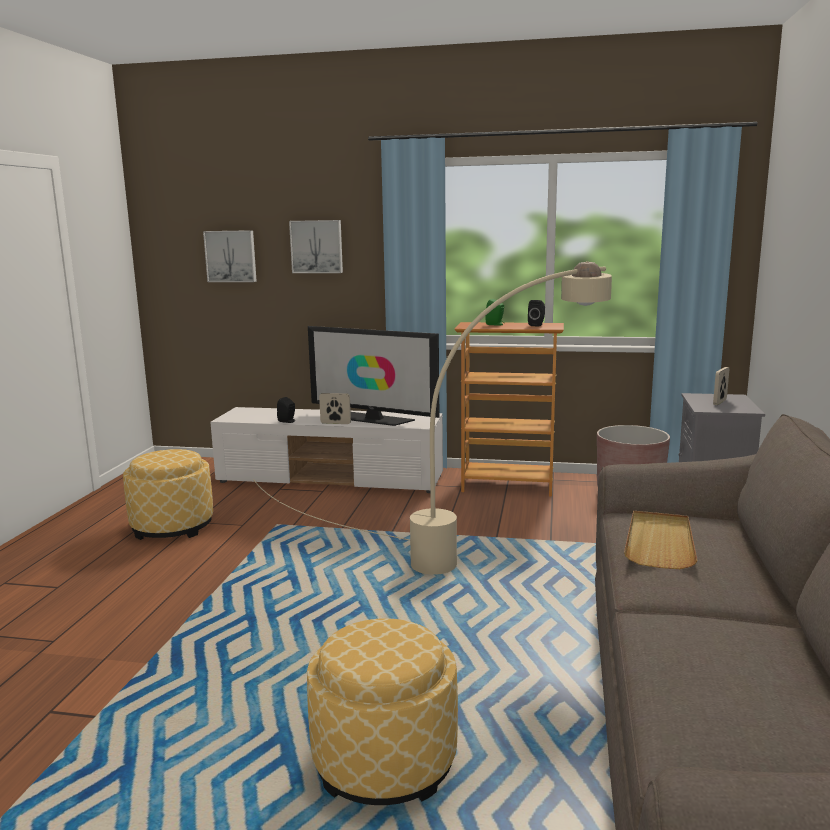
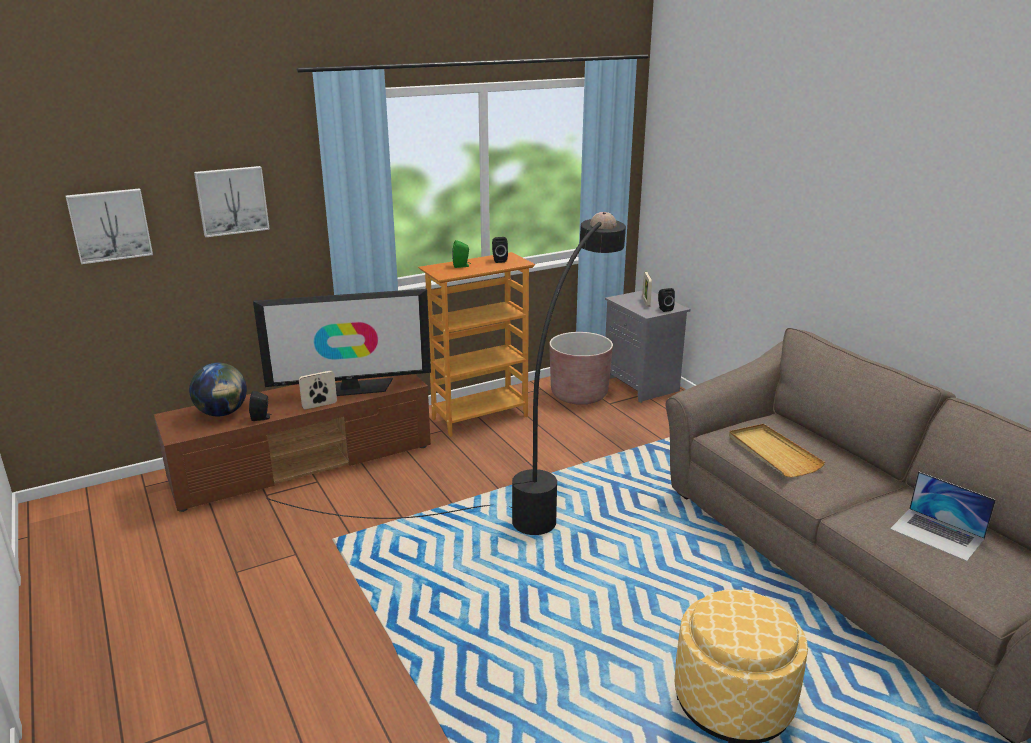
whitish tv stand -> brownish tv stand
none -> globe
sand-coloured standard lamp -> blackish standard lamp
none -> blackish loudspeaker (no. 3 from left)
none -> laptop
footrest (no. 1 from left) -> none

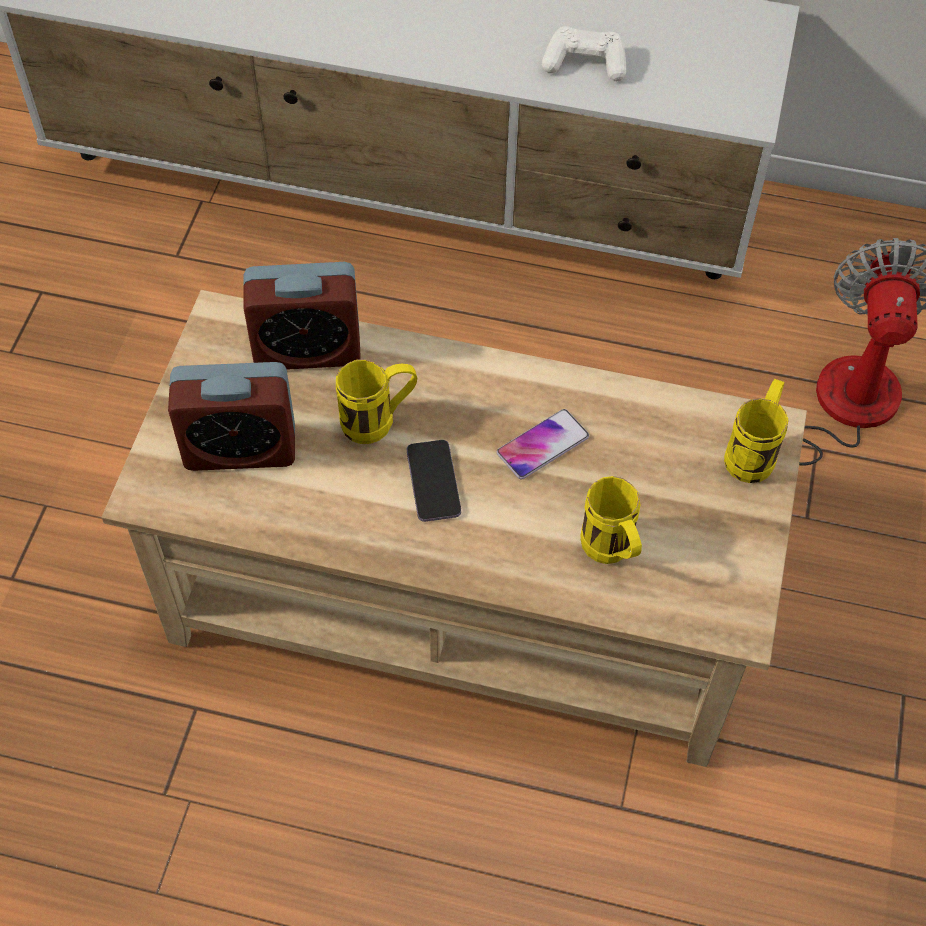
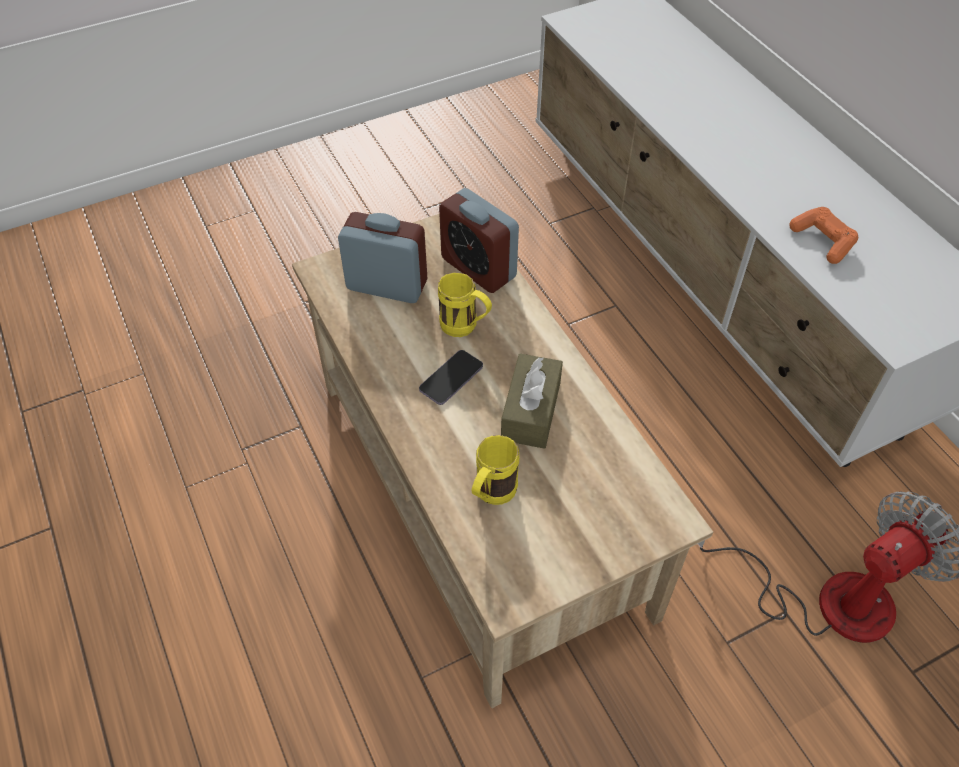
table clock (no. 1 from left), 150 degrees clockwise
telephone (no. 2 from left) -> brownish box of tissues
whitish game controller -> orange game controller
yellow-coloured coffee mug (no. 3 from left) -> none

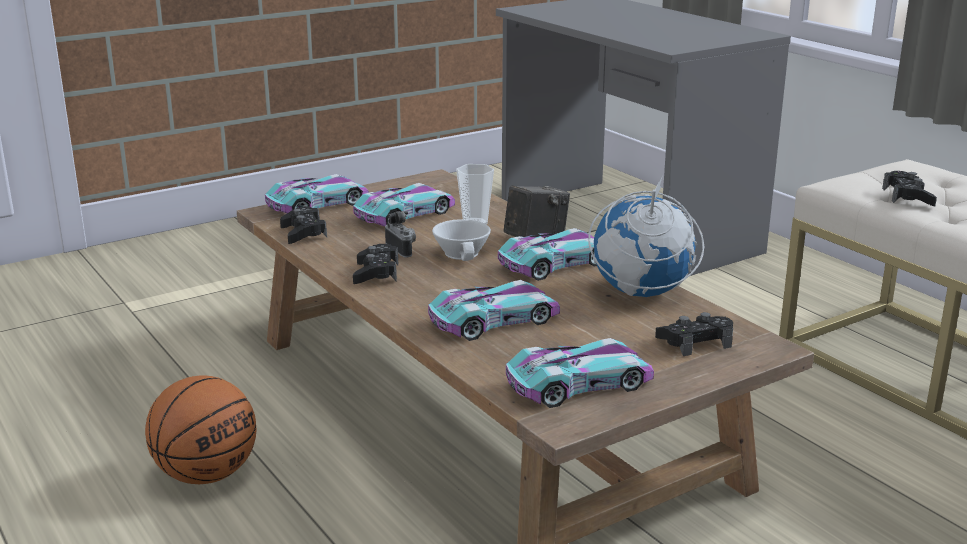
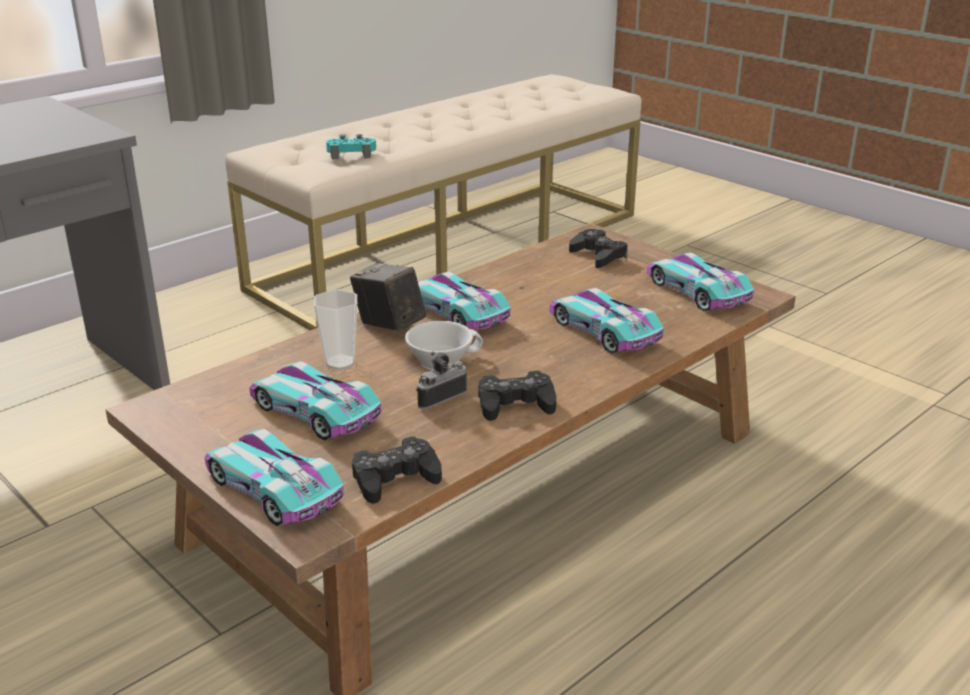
blackish game controller (no. 4 from left) -> blue-green game controller
ball for basketball -> none
globe -> none

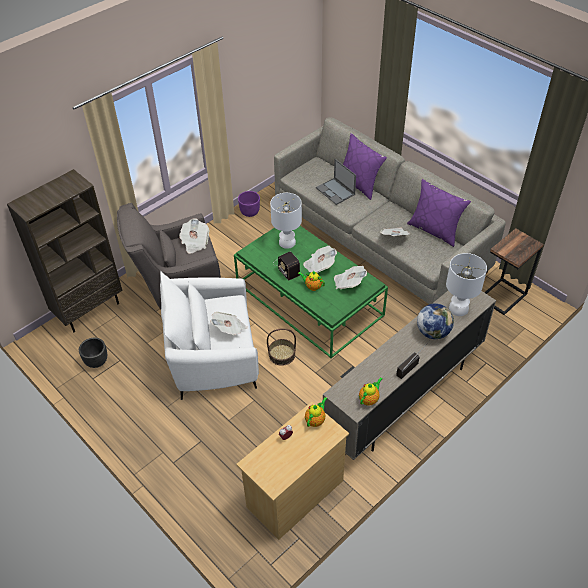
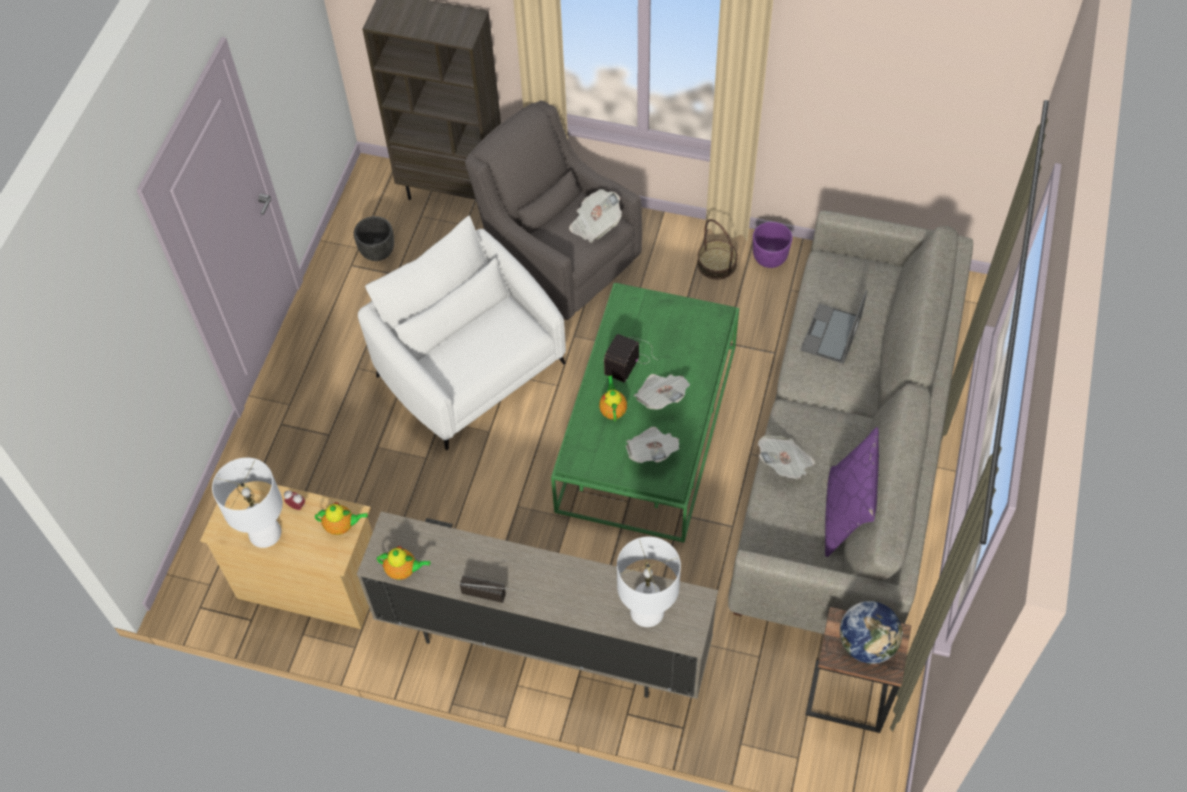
whitish tabletop lamp (no. 1 from left), shifted
storage basket, shifted
globe, shifted
printed paper (no. 2 from left) -> none
purple cushion (no. 1 from left) -> none

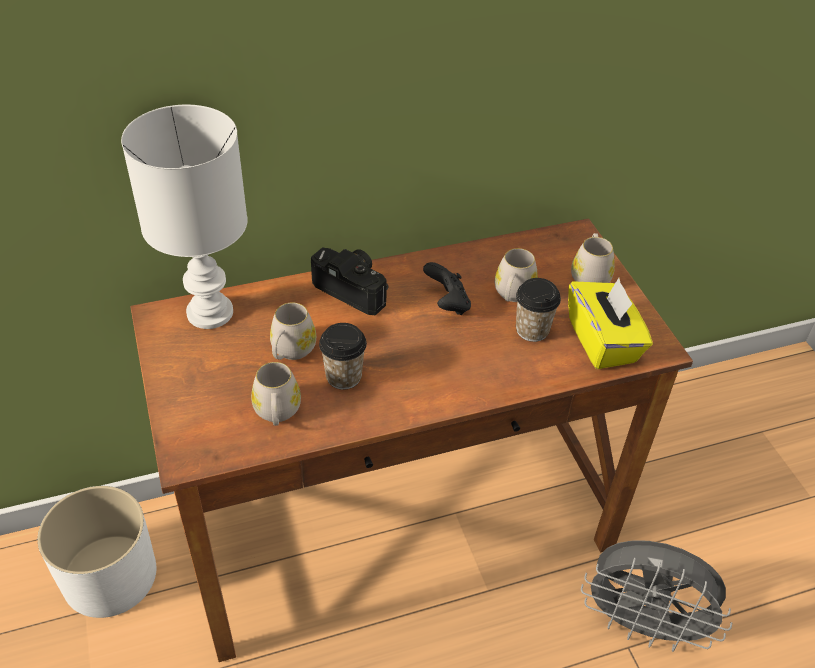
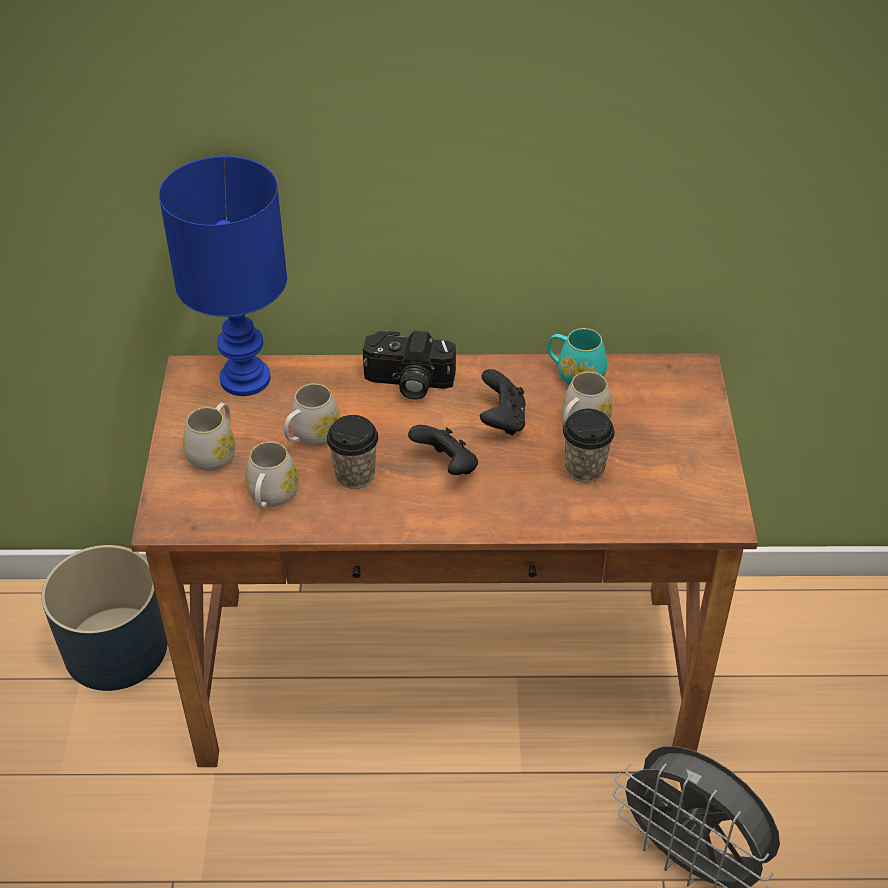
whitish flower pot -> blue flower pot
whitish tabletop lamp -> blue tabletop lamp
whitish coffee mug (no. 4 from left in the first image) -> whitish coffee mug (no. 1 from left), shifted
still camera, 135 degrees clockwise
none -> blackish game controller (no. 1 from left)
none -> blue-green coffee mug
yellow-coloured box of tissues -> none

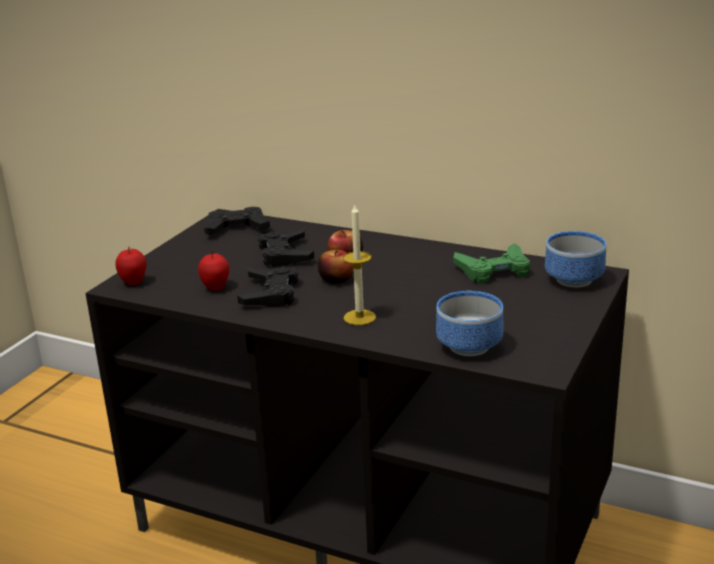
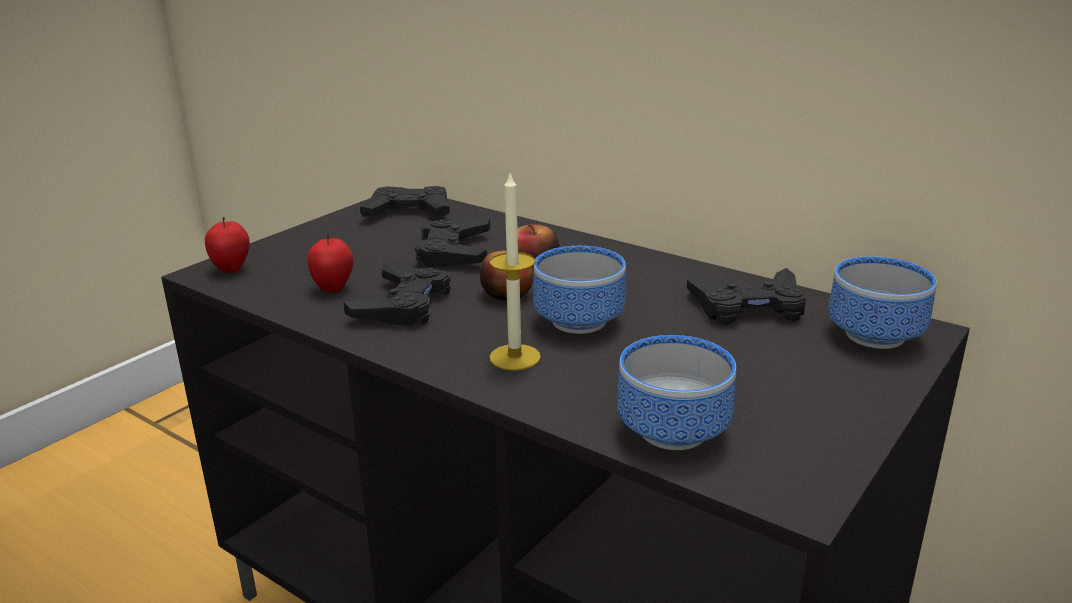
none -> deep dish (no. 1 from left)
green-coloured game controller -> blackish game controller (no. 4 from left)

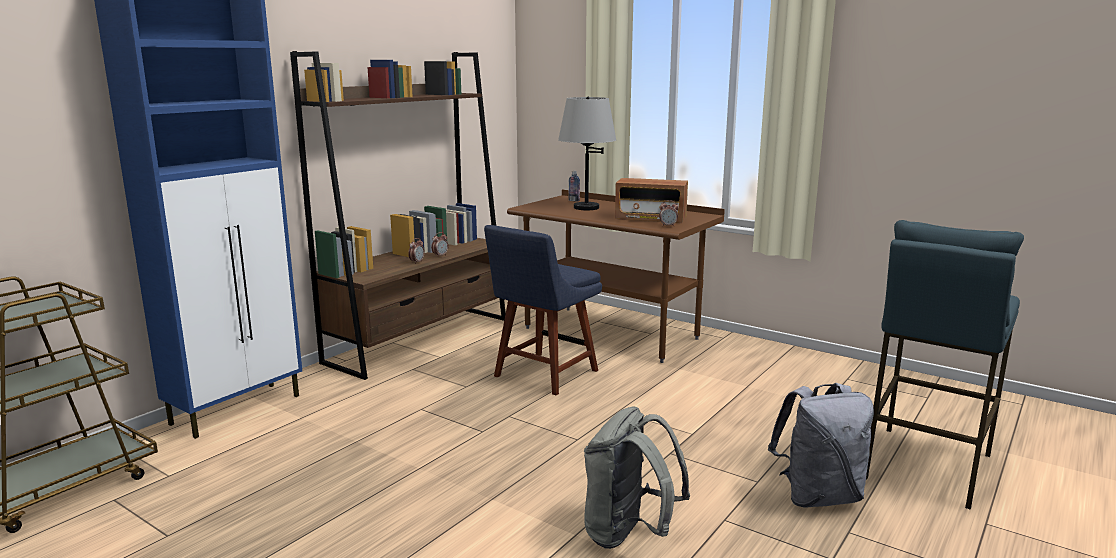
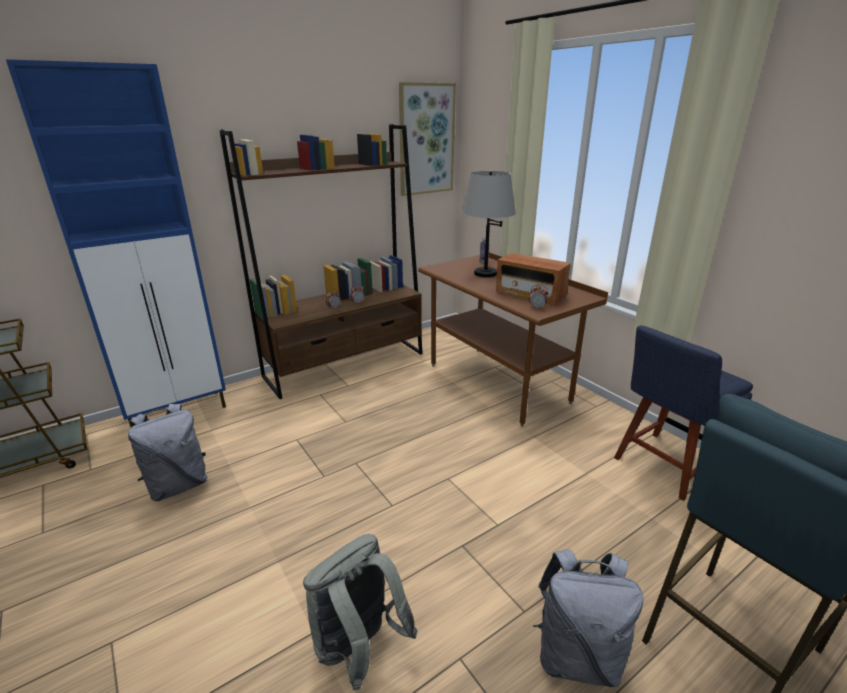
none -> greyish rucksack (no. 1 from left)
none -> picture
blue upright chair, shifted

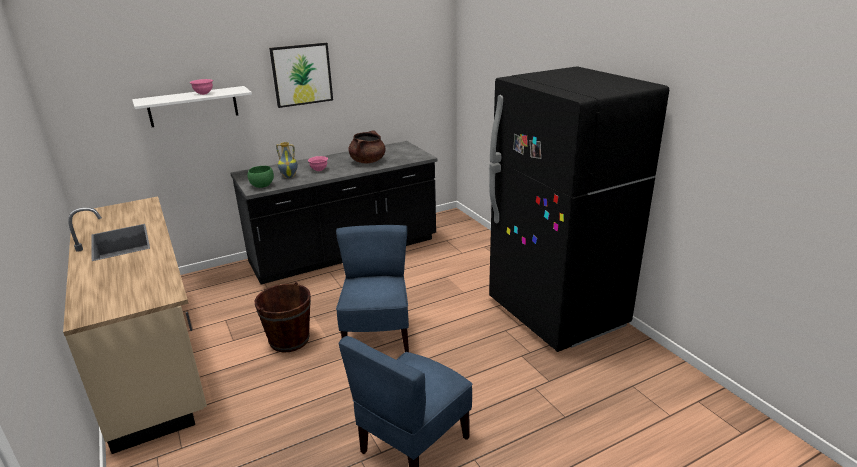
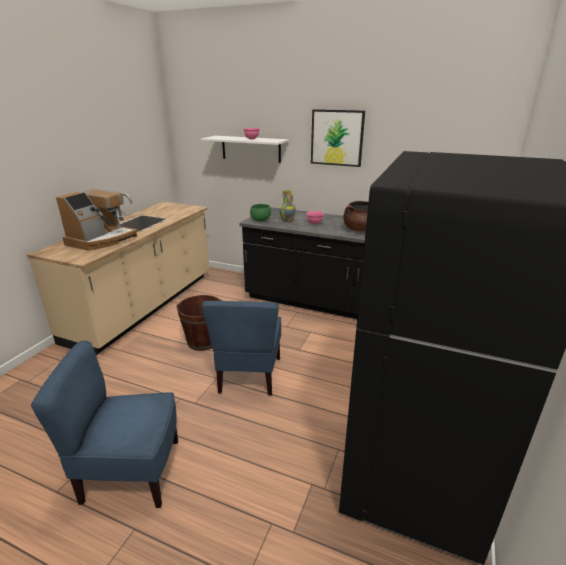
none -> coffee brewer
blue upright chair (no. 1 from left in the first image) -> blue upright chair (no. 2 from left), 135 degrees clockwise

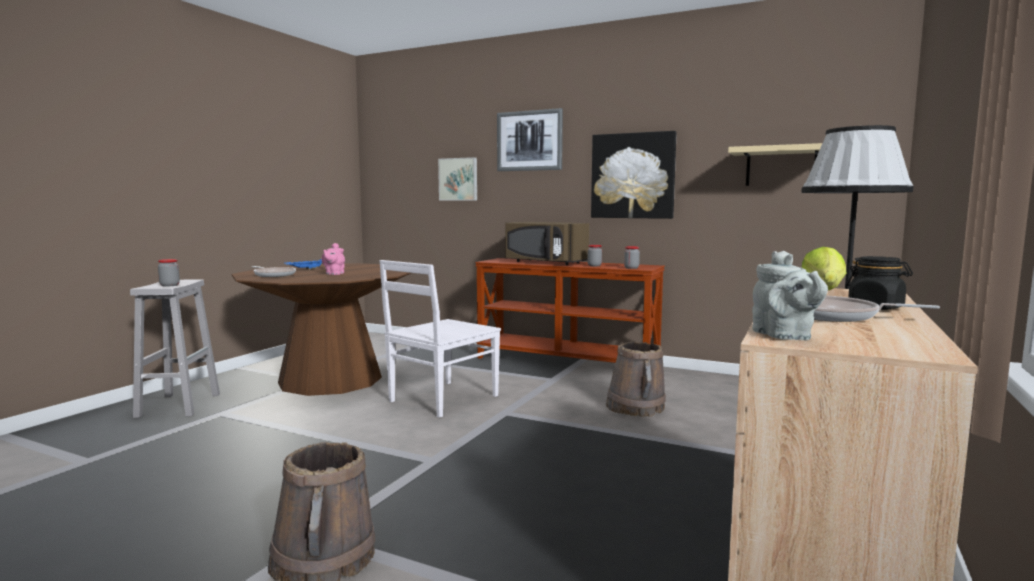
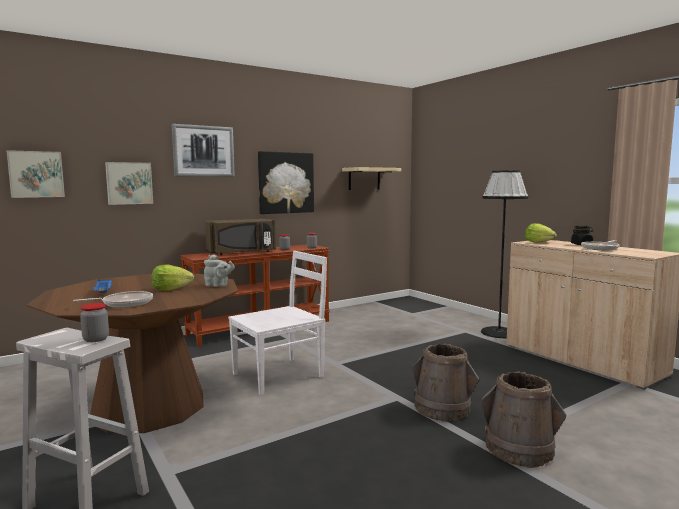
none -> picture (no. 1 from left)
pink pot for tea -> head of lettuce (no. 1 from left)
greyish pot for tea, shifted
whitish upright chair, 105 degrees counterclockwise
brownish pail (no. 2 from left in the first image) -> brownish pail (no. 1 from left), shifted

